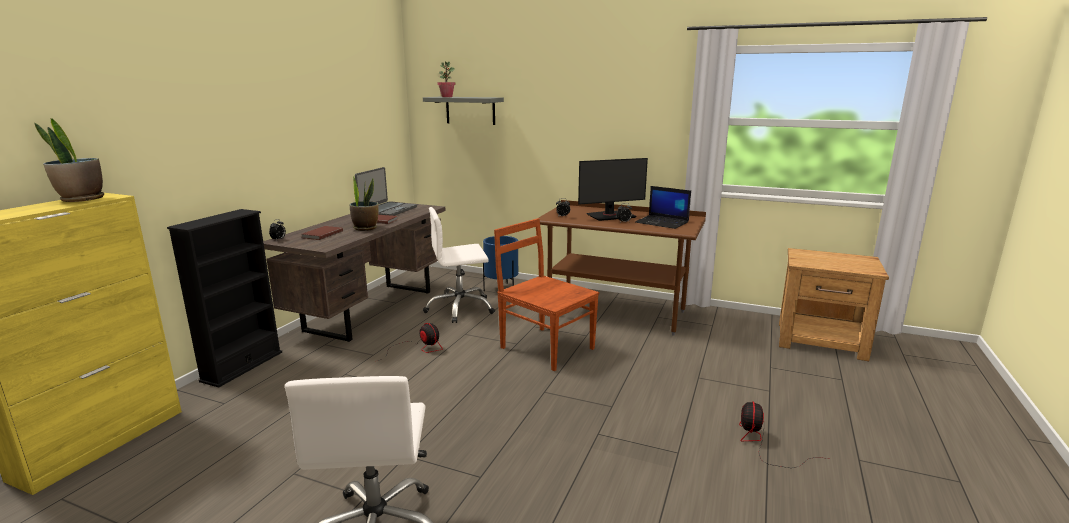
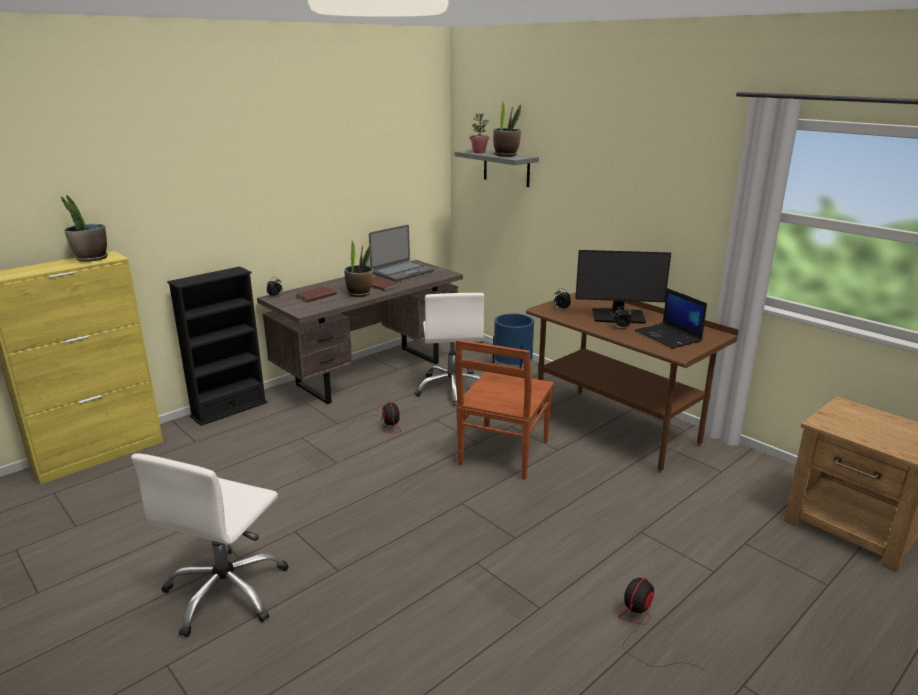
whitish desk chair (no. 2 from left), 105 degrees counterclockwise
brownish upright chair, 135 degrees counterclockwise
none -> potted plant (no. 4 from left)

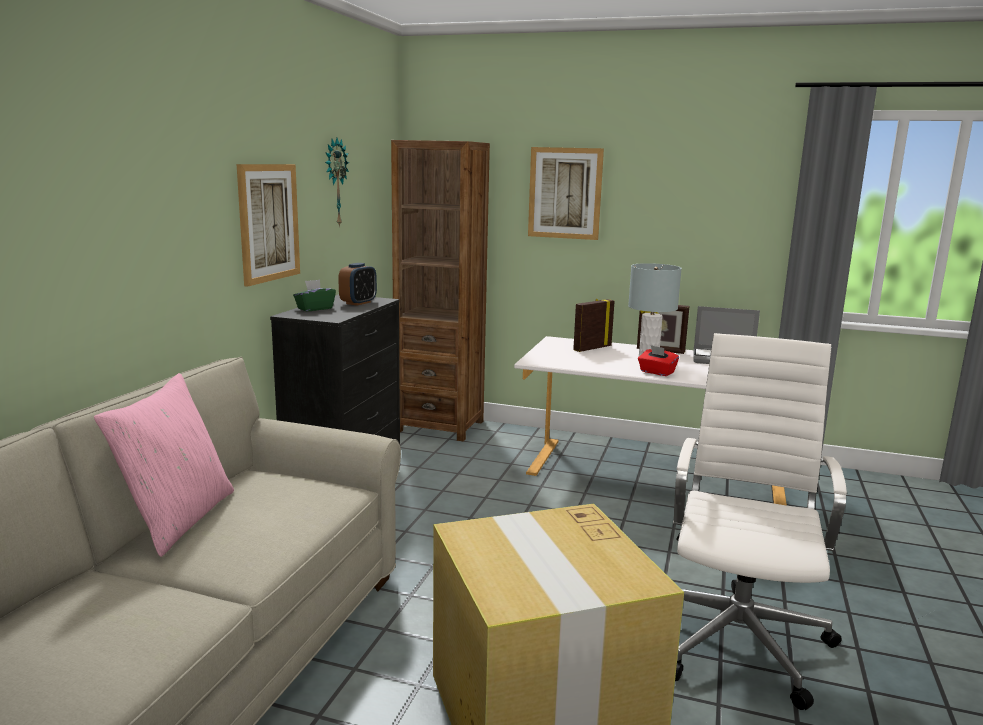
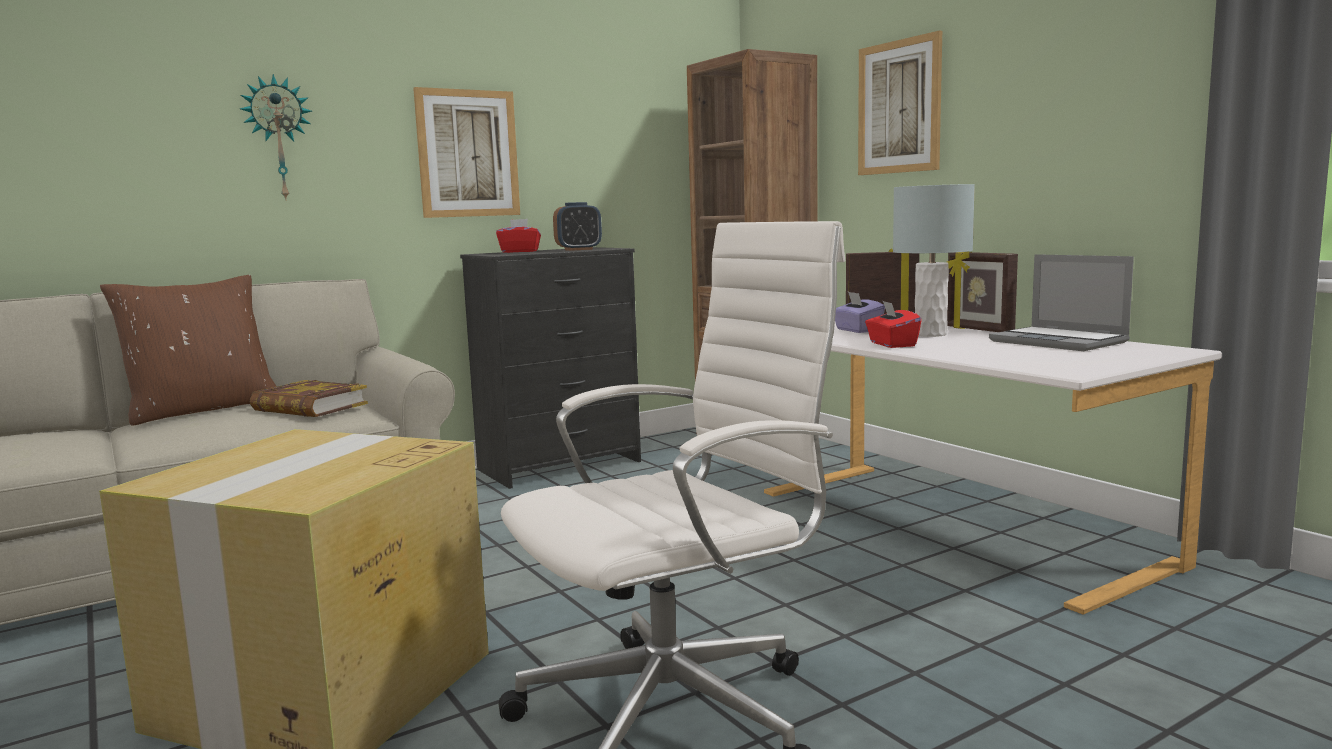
pink cushion -> brownish cushion
clock on the wall, shifted
none -> bound book
green-coloured box of tissues -> red-coloured box of tissues (no. 1 from left)
none -> purple box of tissues

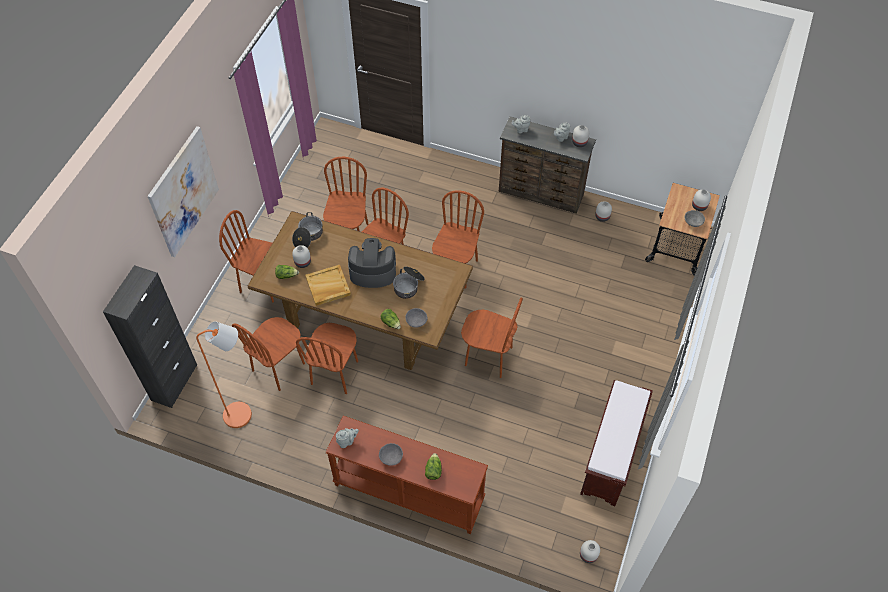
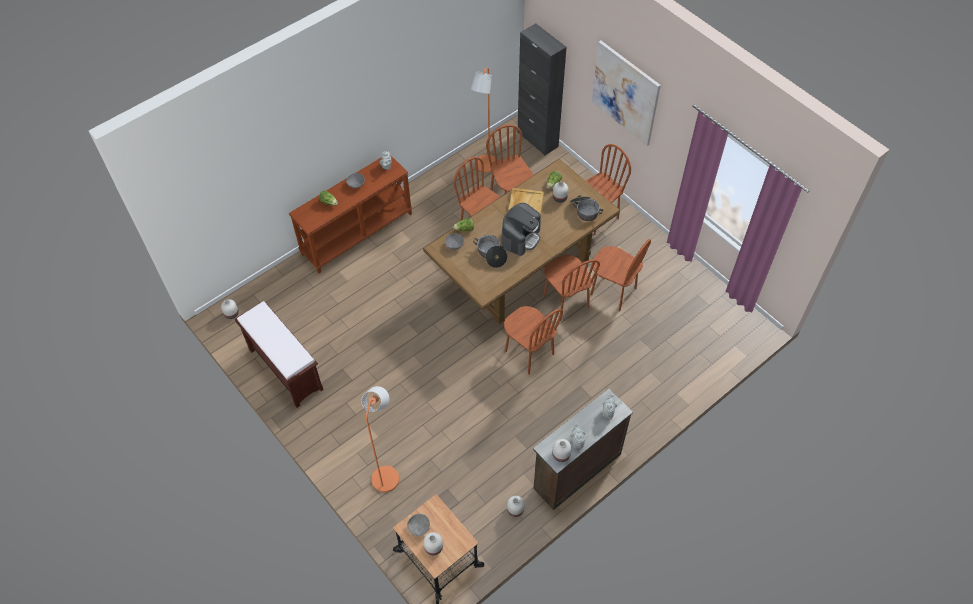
none -> orange standard lamp (no. 1 from left)
brownish upright chair (no. 7 from left) -> none

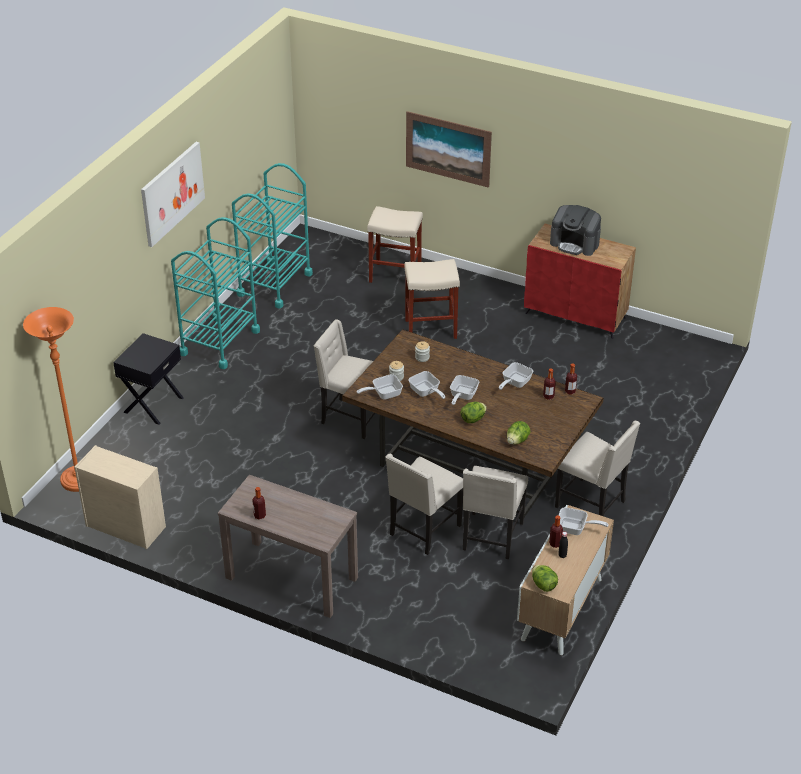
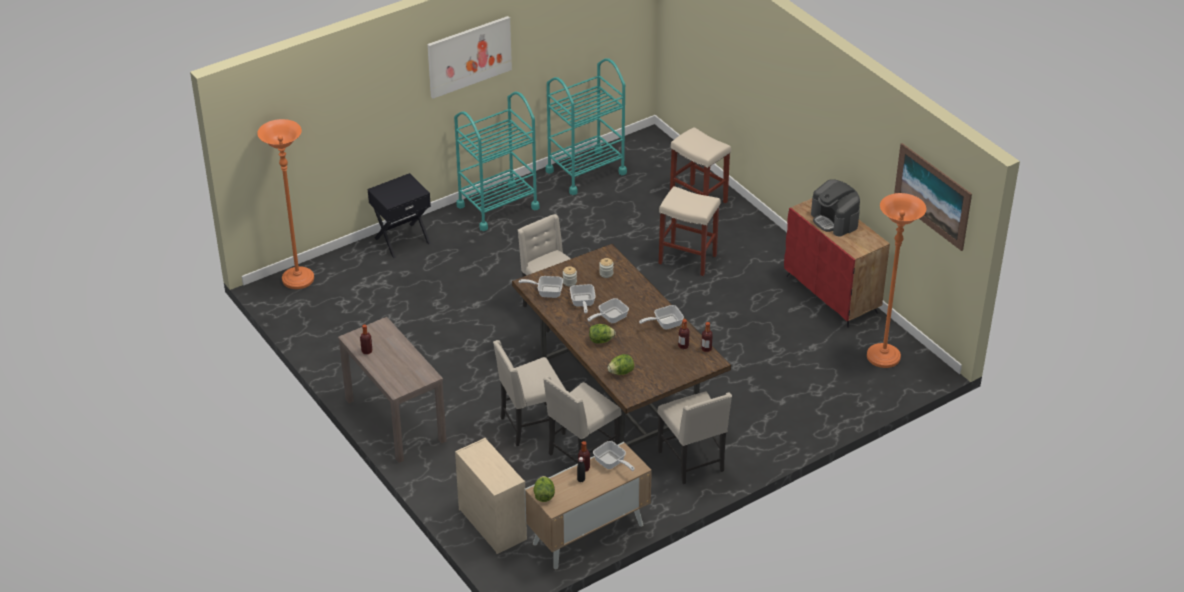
sand-coloured chest of drawers, shifted
none -> orange standard lamp (no. 2 from left)
picture (no. 2 from left), shifted

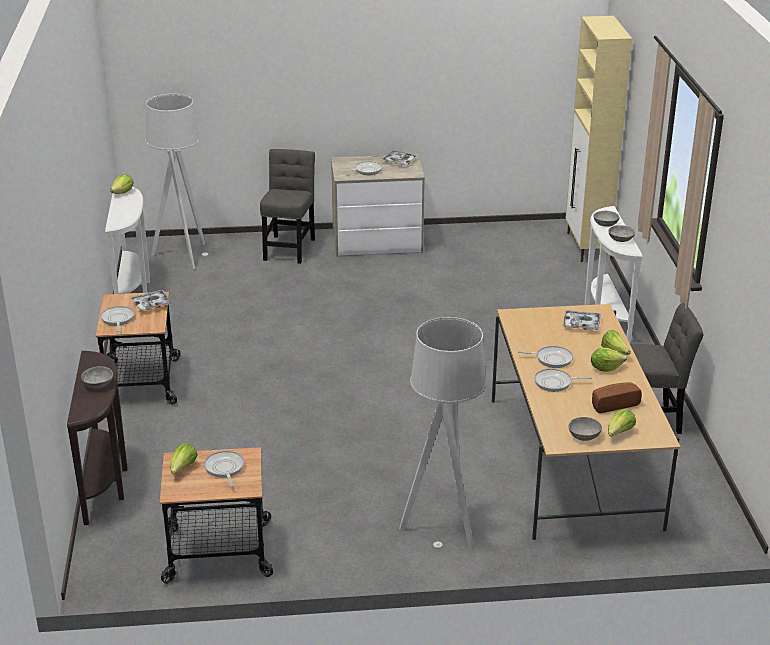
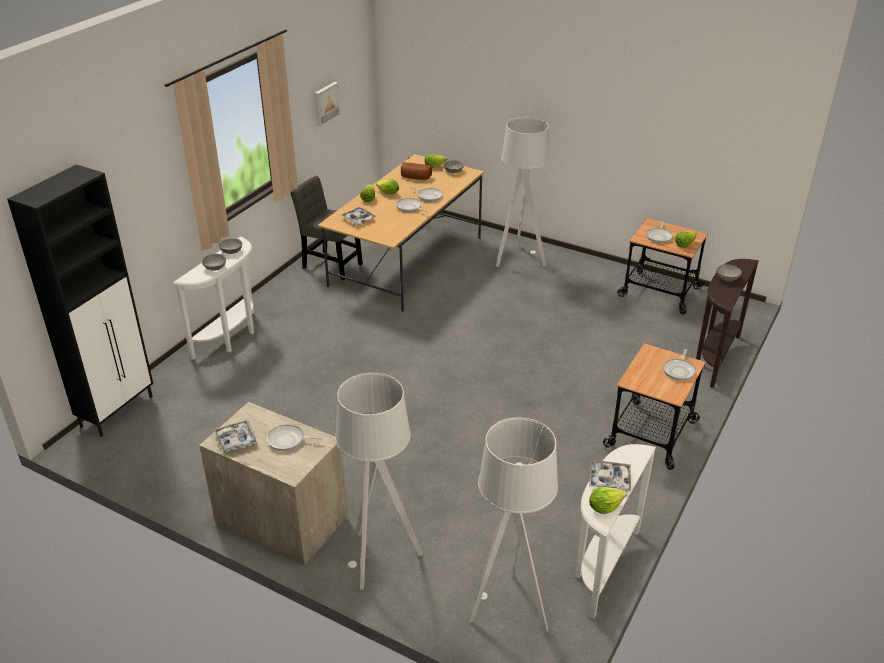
sand-coloured cabinet -> blackish cabinet
none -> picture
greyish upright chair (no. 1 from left) -> greyish standard lamp (no. 1 from left)
serving tray (no. 1 from left in the first image) -> serving tray (no. 3 from left), shifted

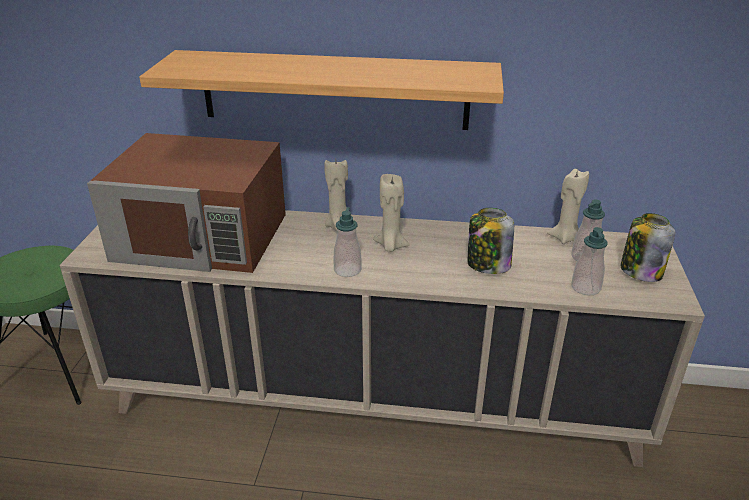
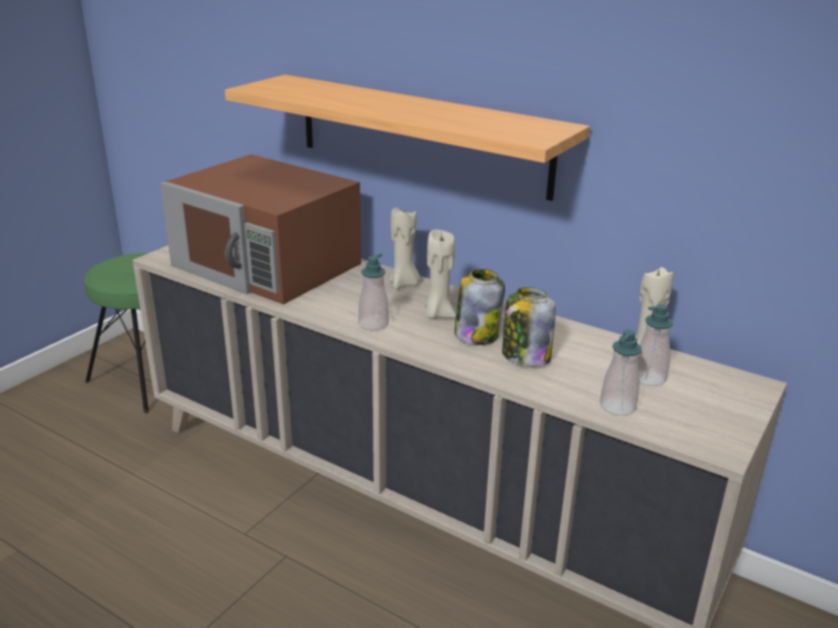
preserve jar (no. 2 from left in the first image) -> preserve jar (no. 1 from left), shifted

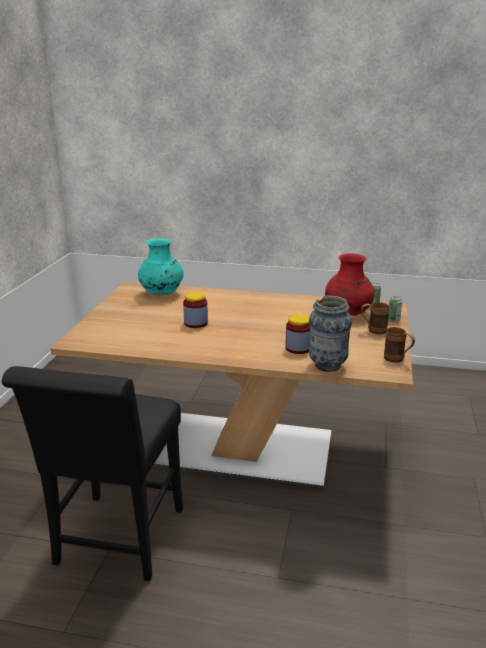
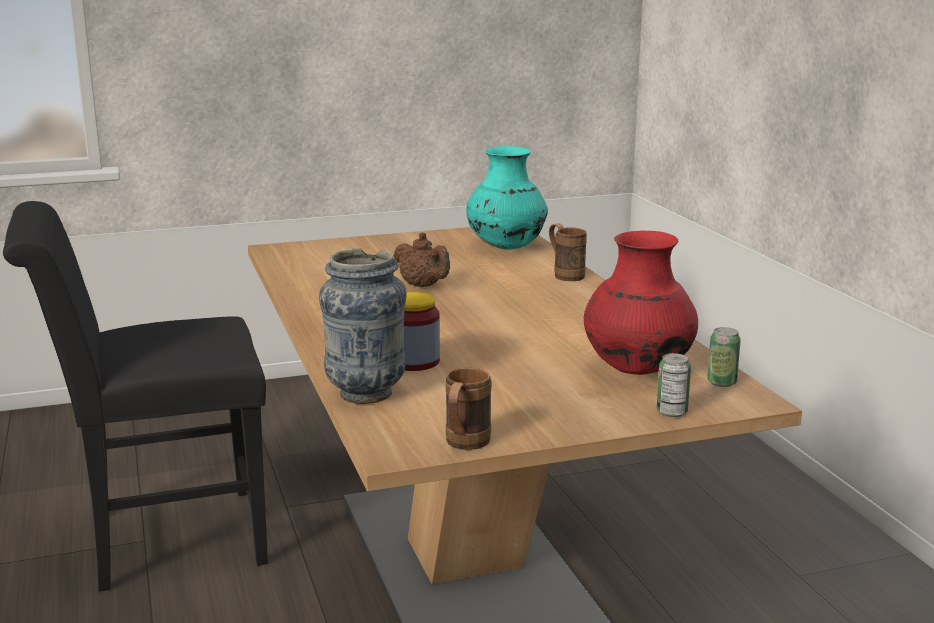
preserve jar (no. 1 from left) -> brownish pot for tea
brownish coffee mug (no. 1 from left in the first image) -> brownish coffee mug (no. 2 from left), shifted

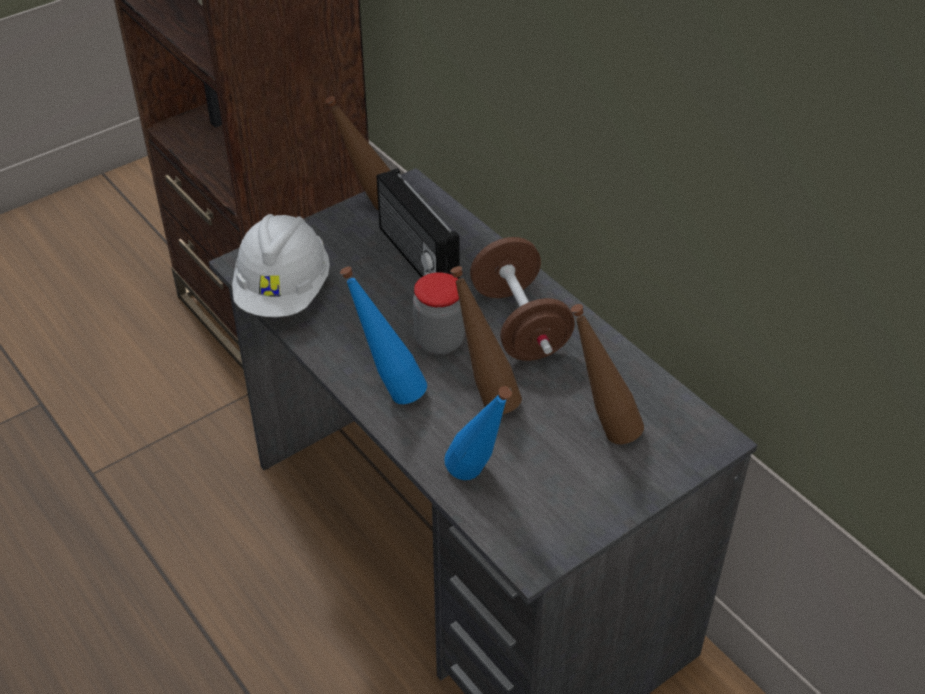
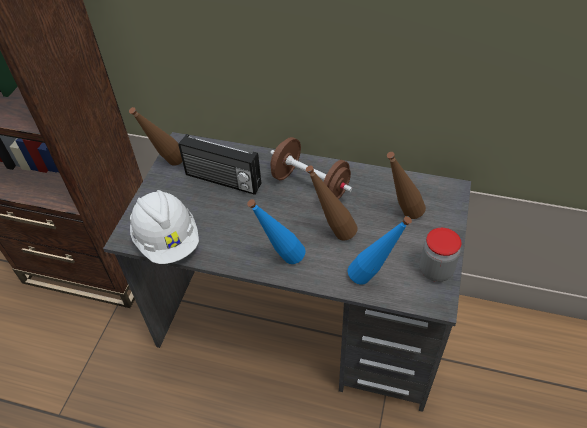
preserve jar, shifted

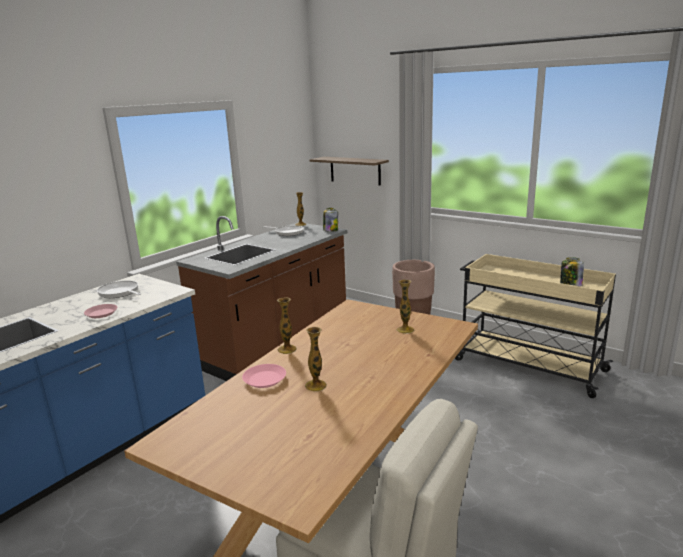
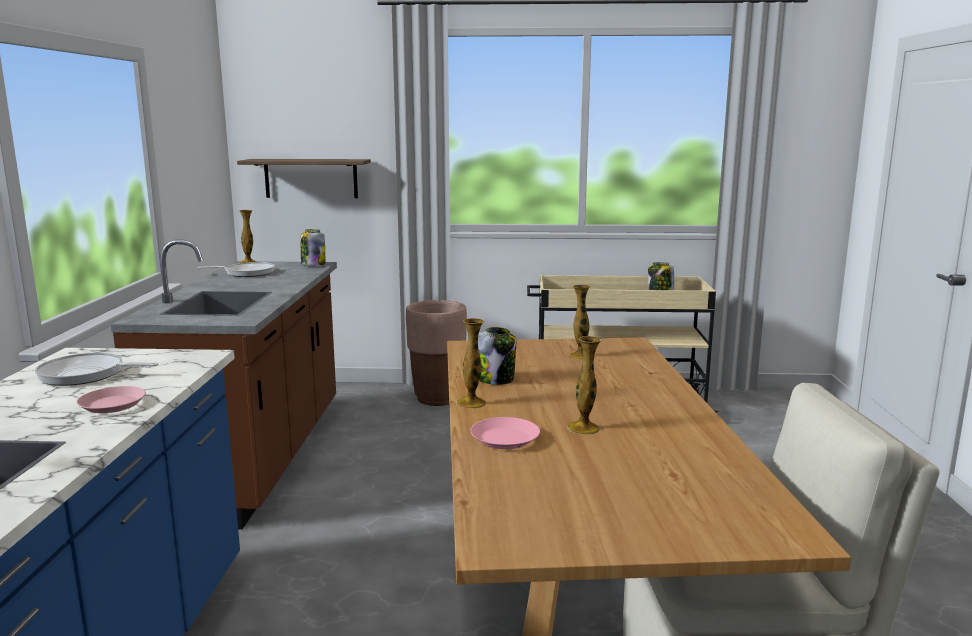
none -> preserve jar (no. 2 from left)

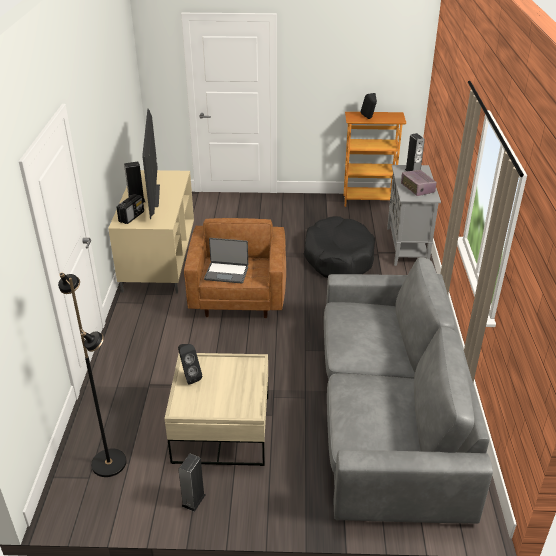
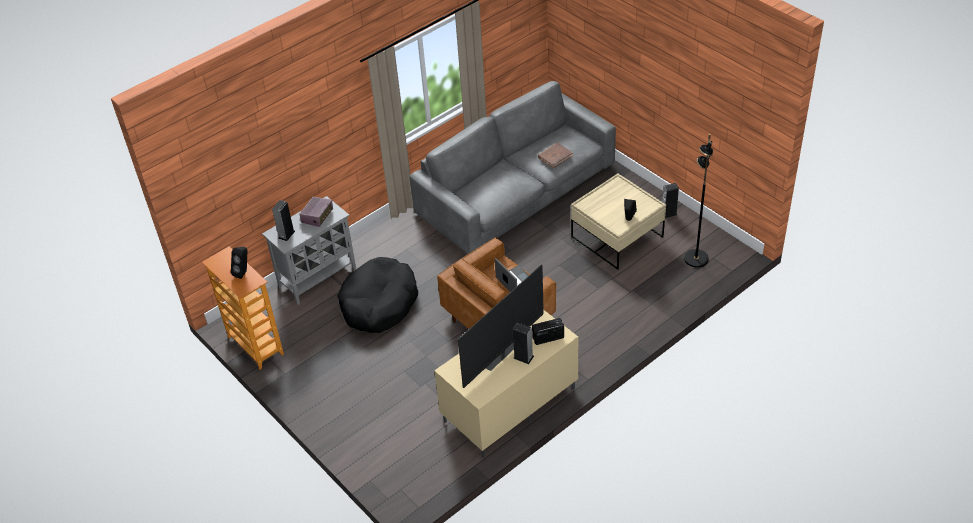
none -> brownish bound book

